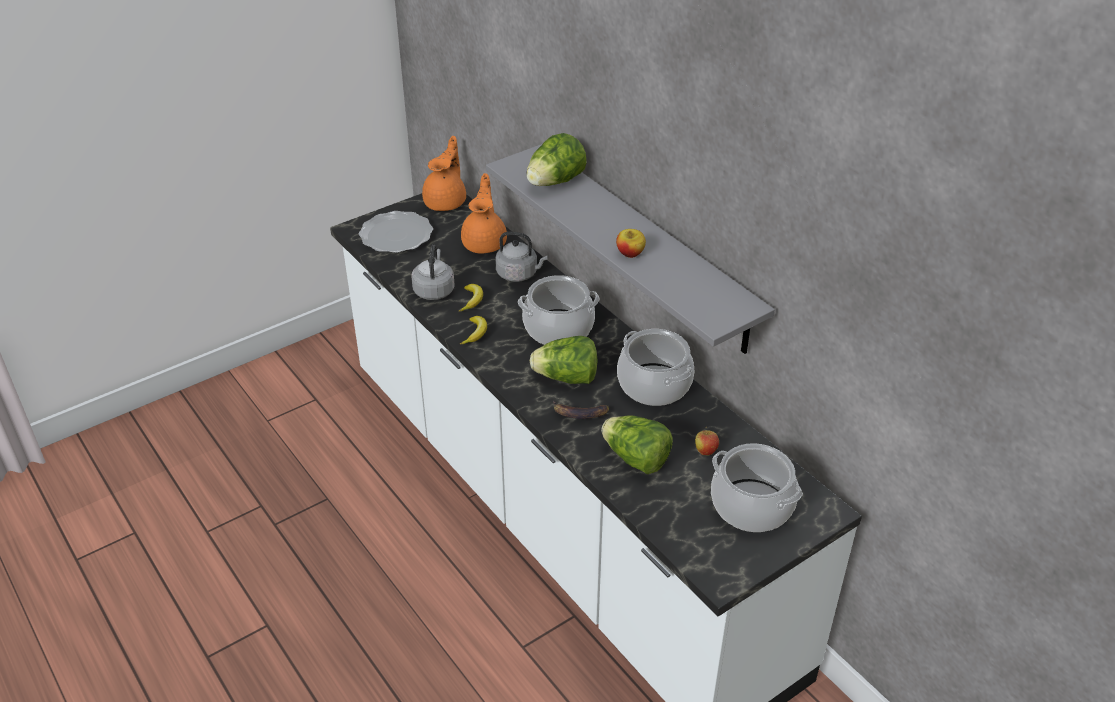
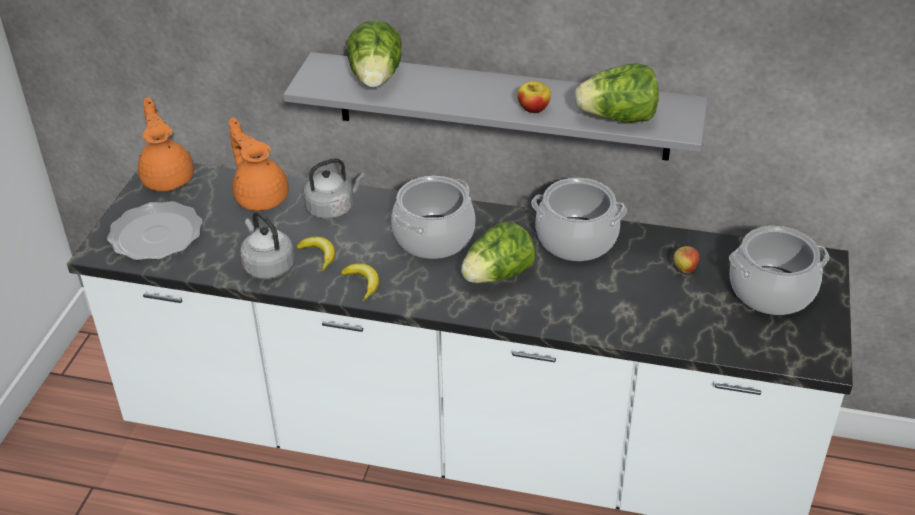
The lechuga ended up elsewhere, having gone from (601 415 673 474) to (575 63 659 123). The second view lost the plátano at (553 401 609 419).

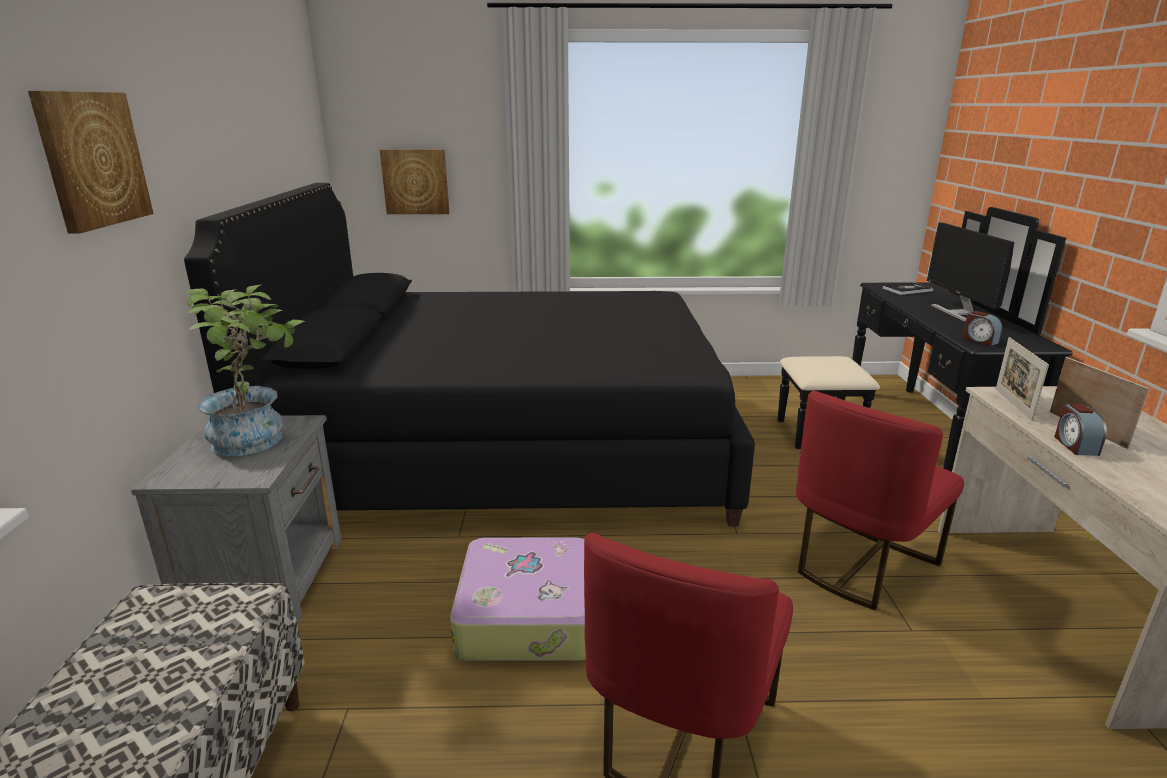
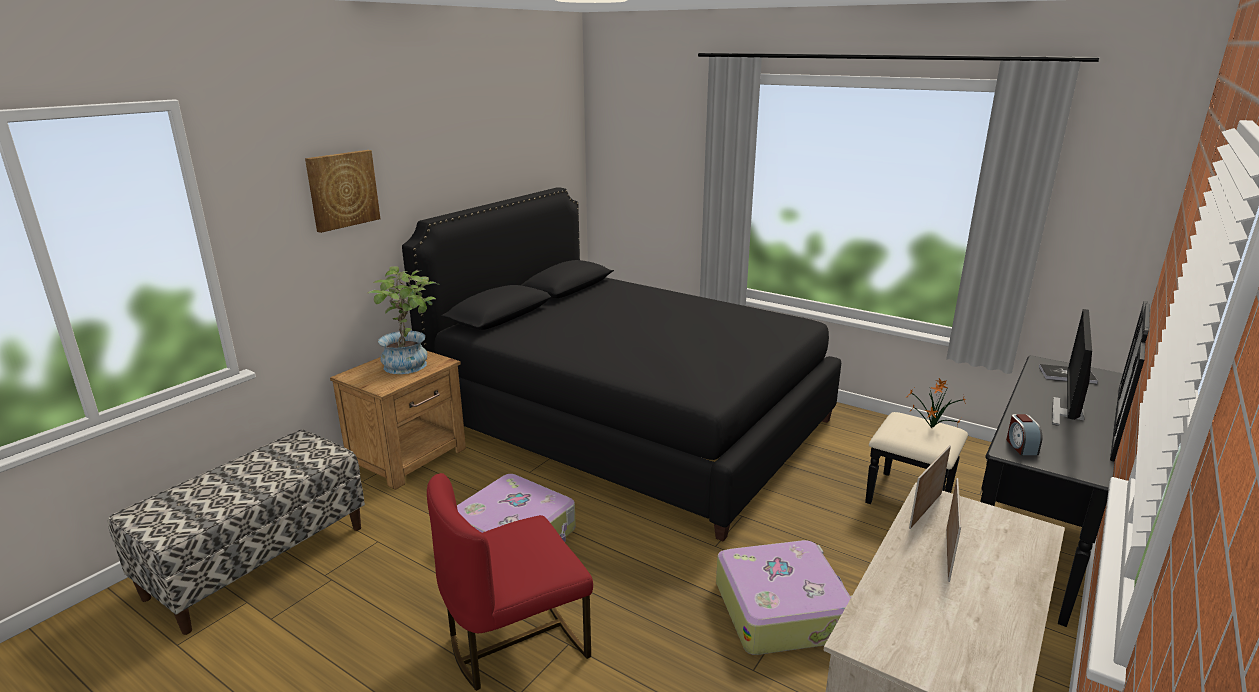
What was the mesita de noche (gris) at (131 415 341 625) turned into the mesita de noche (marrón) at (330 350 466 490). Where the silla (rojo) stood at (796 391 964 610), the maleta came to stand at (716 540 852 655). The second view gained the planta en maceta at (906 378 967 428). The second view lost the cuadro at (380 149 449 214). The second view lost the despertador at (1055 404 1107 456).

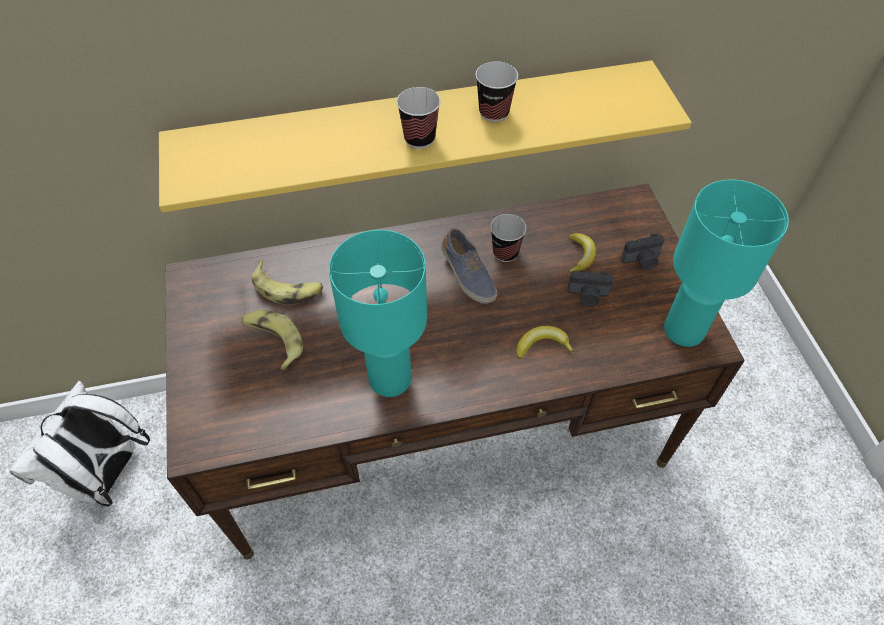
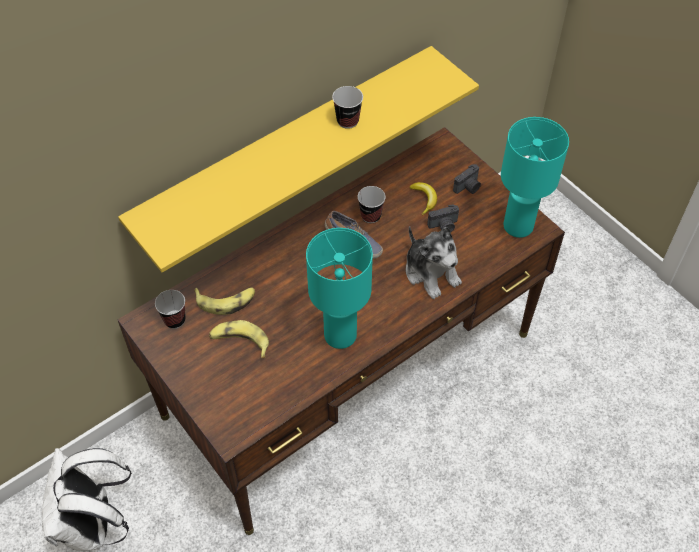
The taza ended up elsewhere, having gone from (397 87 441 149) to (155 290 186 329). Where the plátano stood at (516 326 574 359), the peluche came to stand at (406 226 462 299).

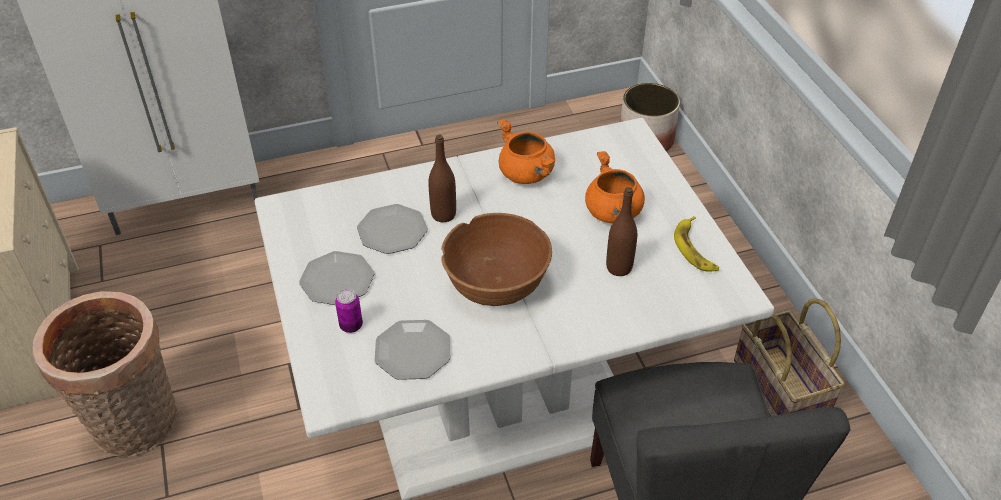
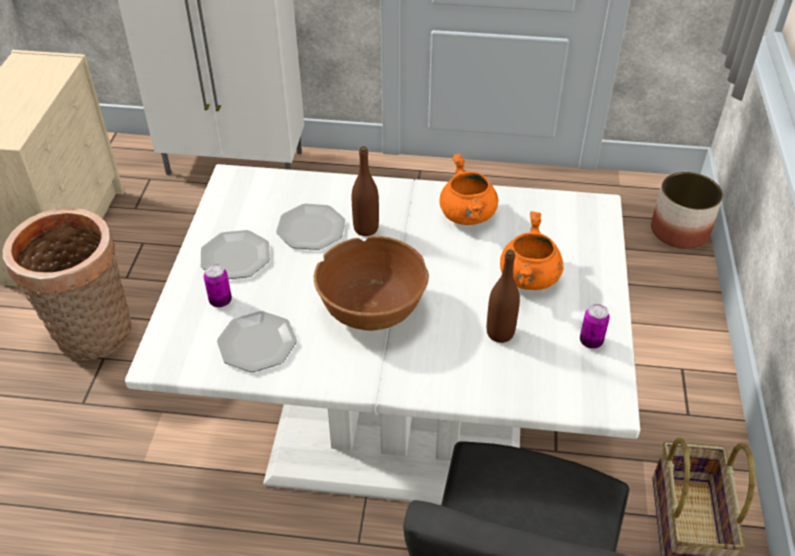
Where the plátano stood at (674 216 719 271), the lata came to stand at (580 304 610 349).

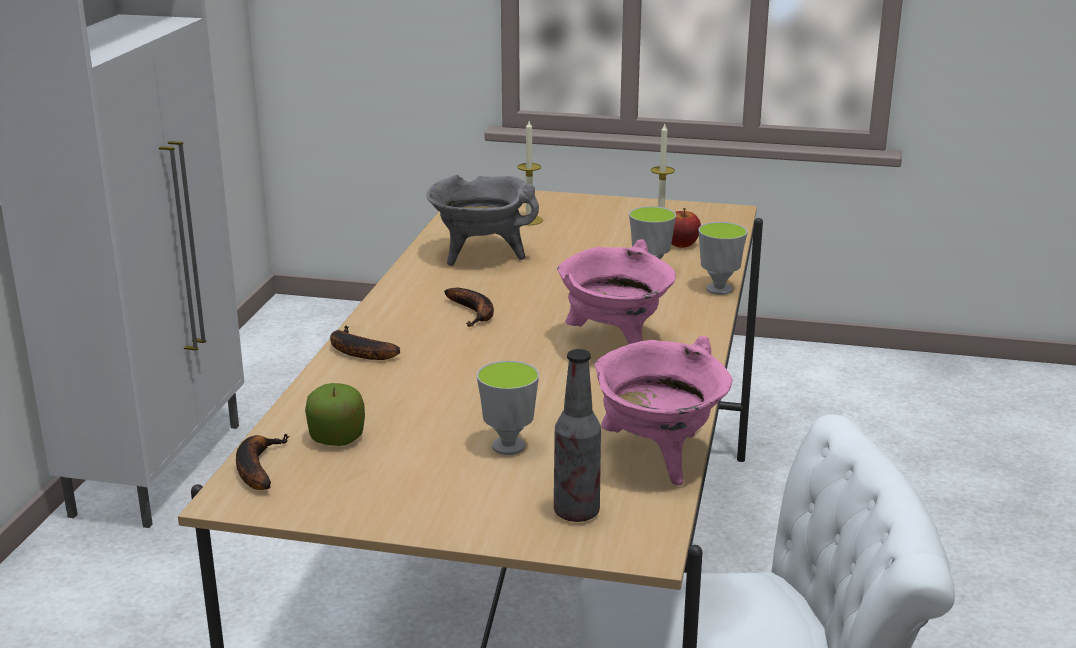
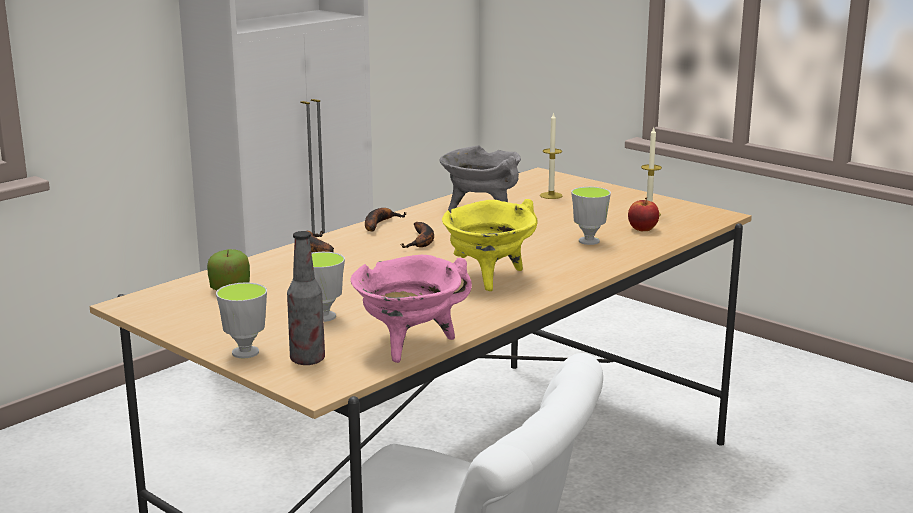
The taza ended up elsewhere, having gone from (699 222 747 295) to (216 282 267 358). The plátano ended up elsewhere, having gone from (236 434 289 490) to (365 208 406 231). What was the olla (rosa) at (557 239 676 344) turned into the olla (amarillo) at (442 199 538 291).

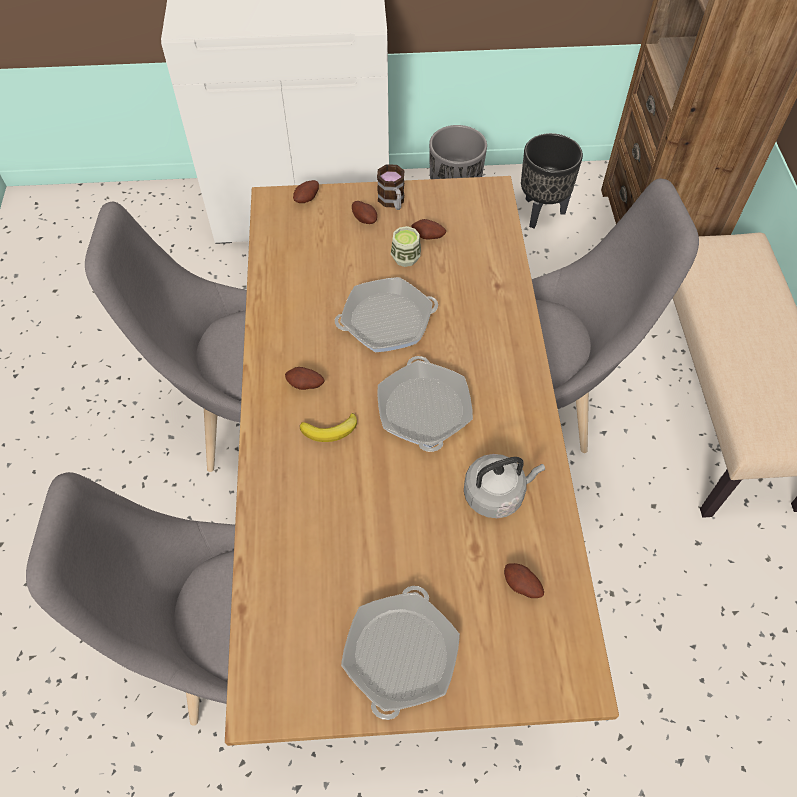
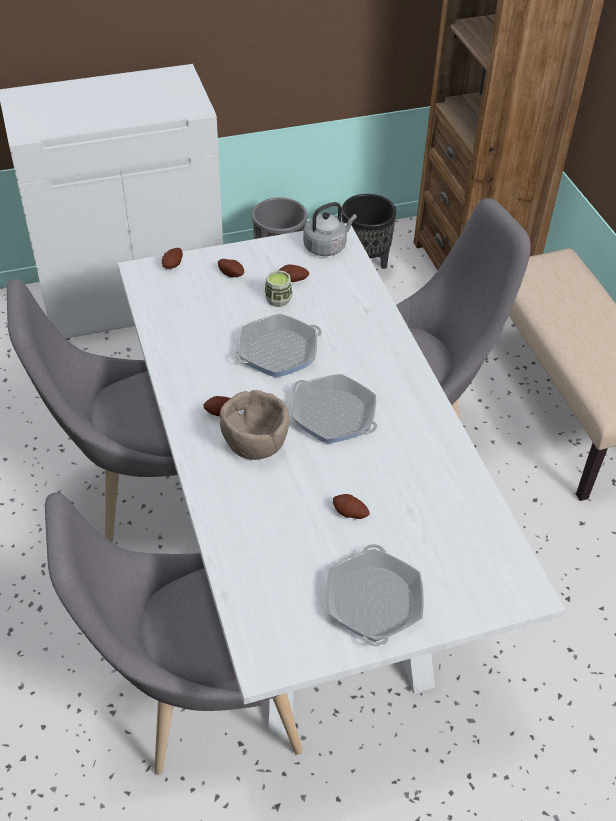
What was the mesa de comedor (marrón) at (225 176 619 746) turned into the mesa de comedor (blanco) at (118 223 565 735). Where the plátano stood at (300 413 357 442), the cuenco (marrón) came to stand at (220 390 289 460). The sartén at (377 356 473 452) ended up facing another way, 150 degrees clockwise from before. The hervidor (gris) ended up elsewhere, having gone from (464 454 545 518) to (303 202 357 256). The patata ended up elsewhere, having gone from (504 563 544 598) to (333 494 370 519). The second view lost the taza grande at (377 164 405 210).

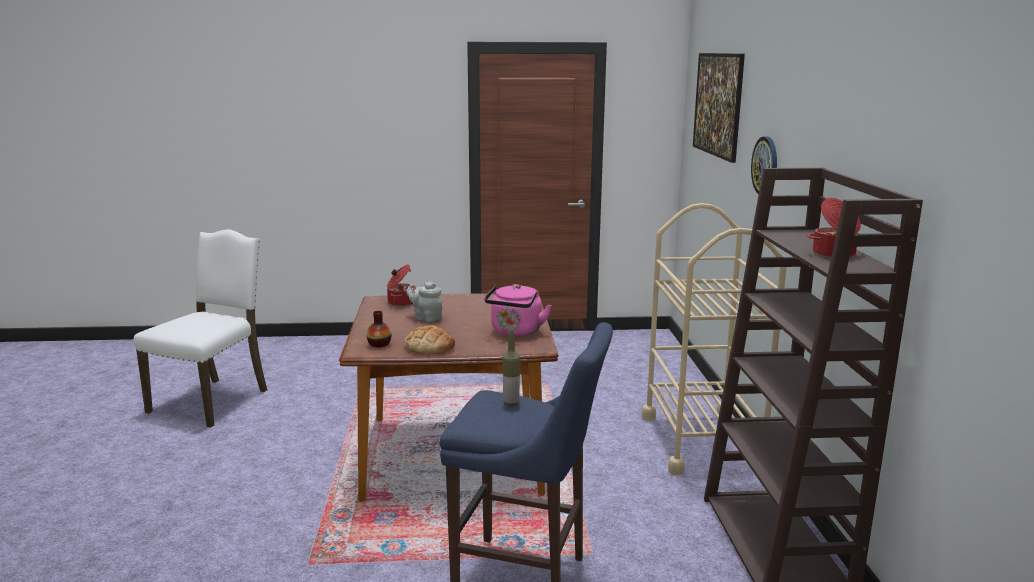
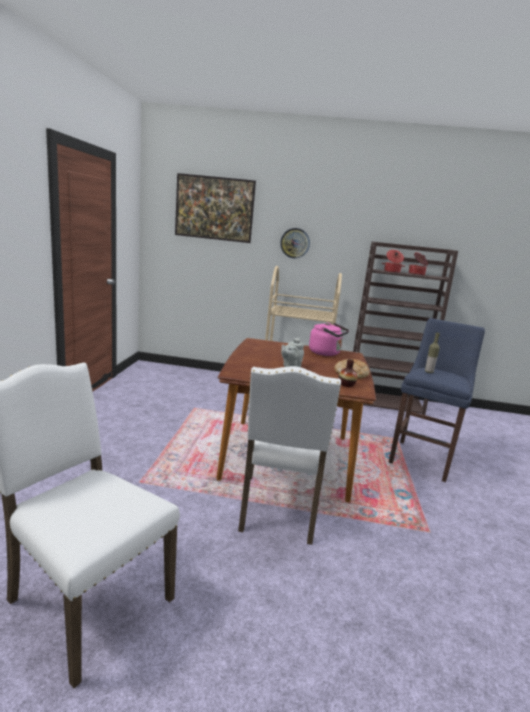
The second view gained the silla (blanco) at (238 366 341 545). The olla ended up elsewhere, having gone from (387 264 416 306) to (382 250 405 273).

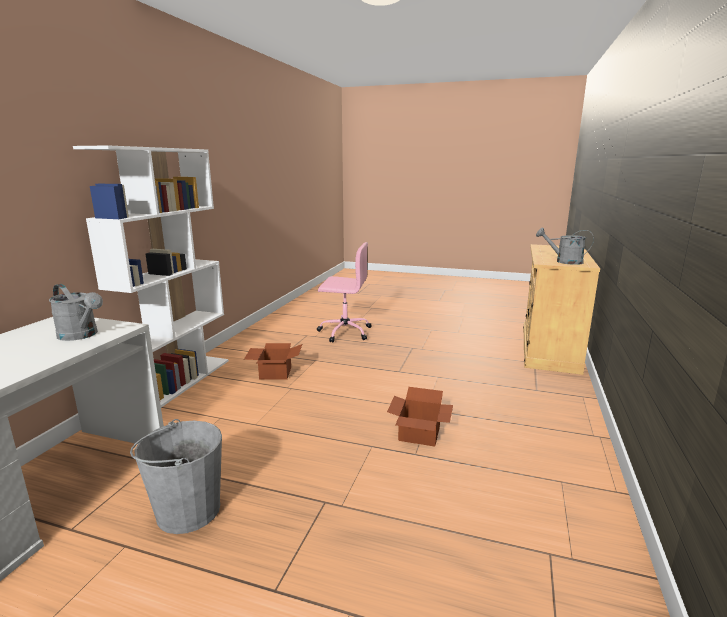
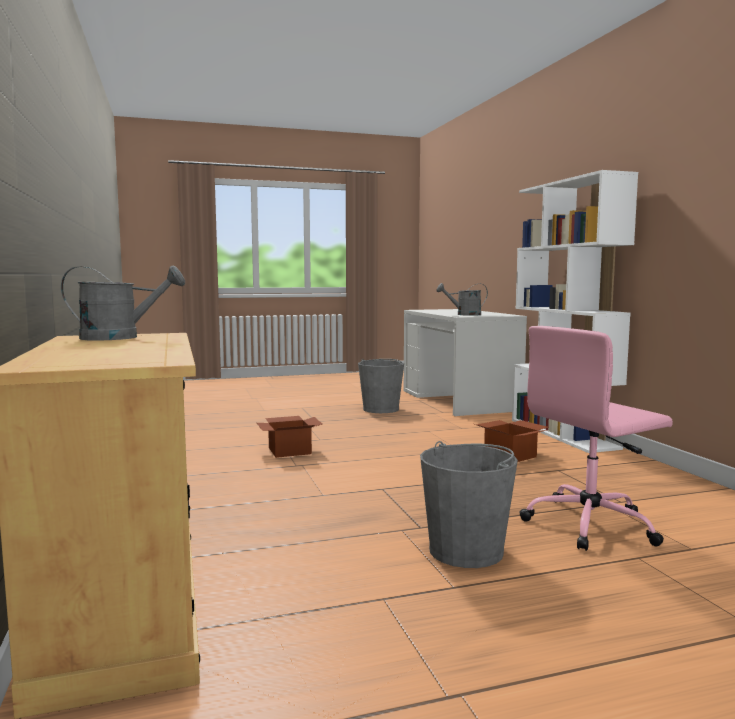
The second view gained the cubo (gris) at (420 441 518 568).

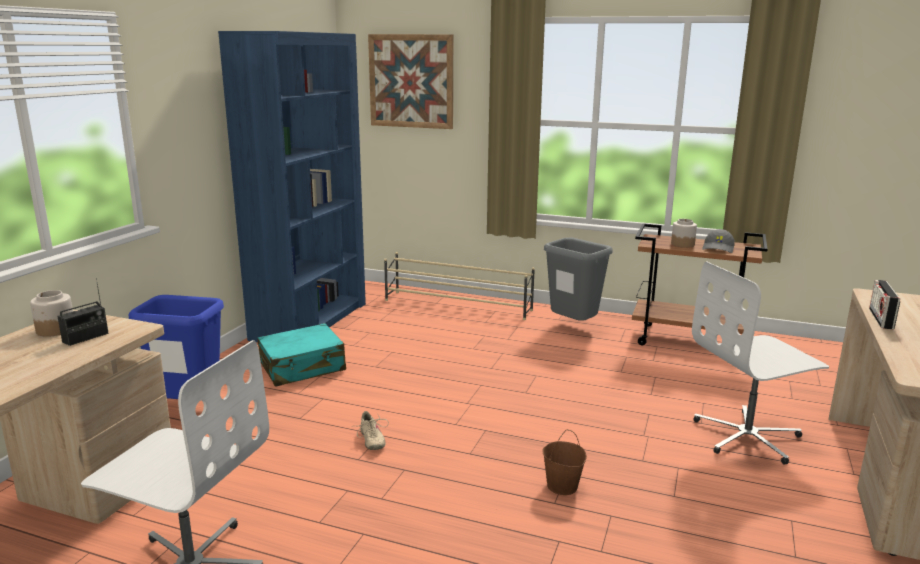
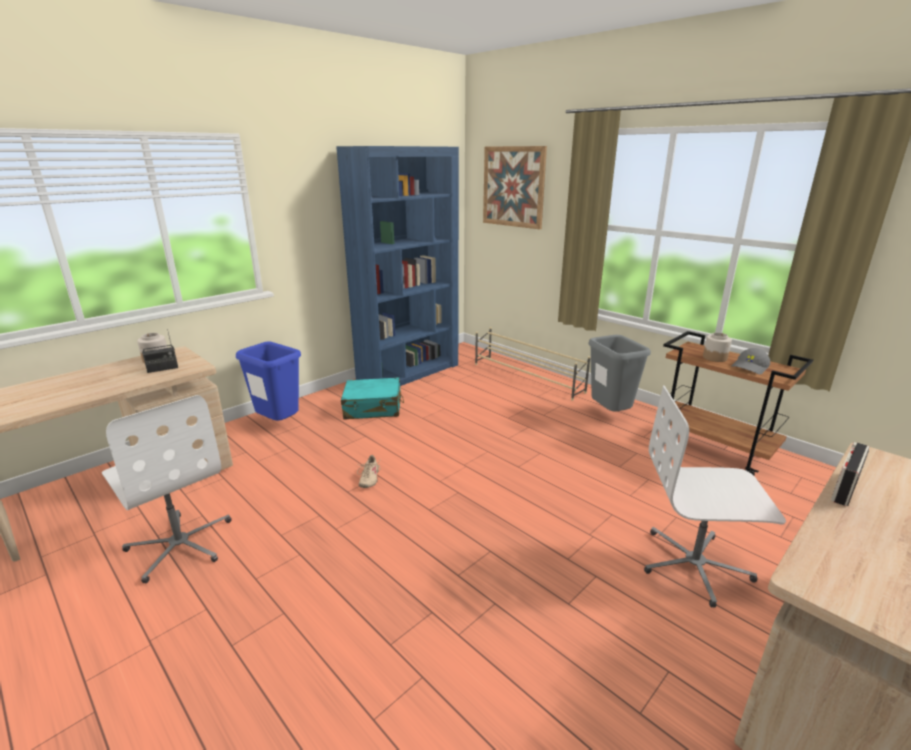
The second view lost the cubo (marrón) at (543 429 587 495).

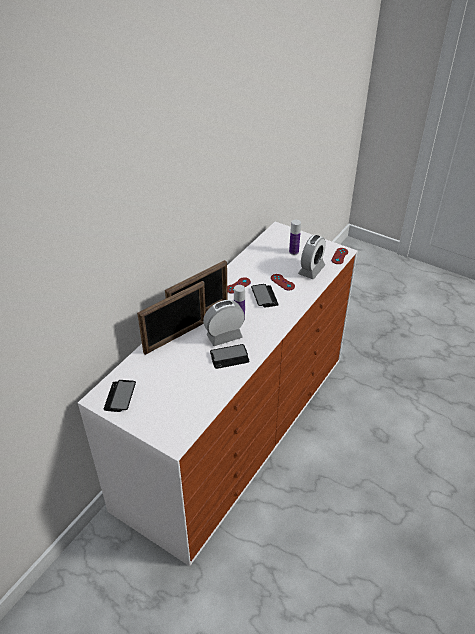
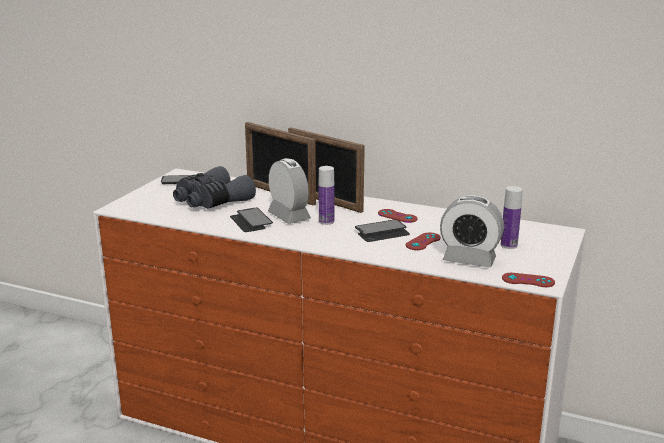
The second view gained the prismáticos (gris) at (173 166 256 209).

